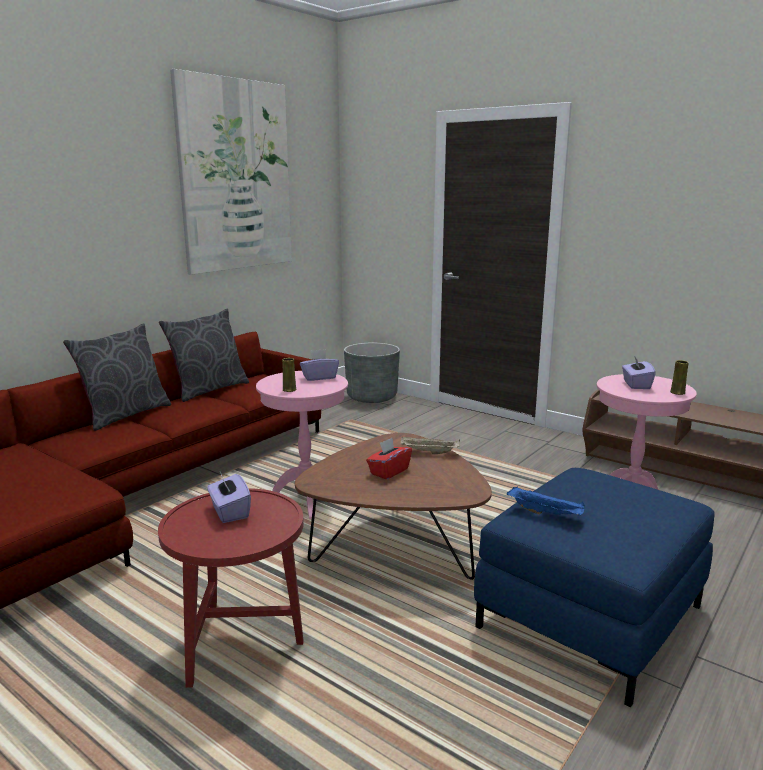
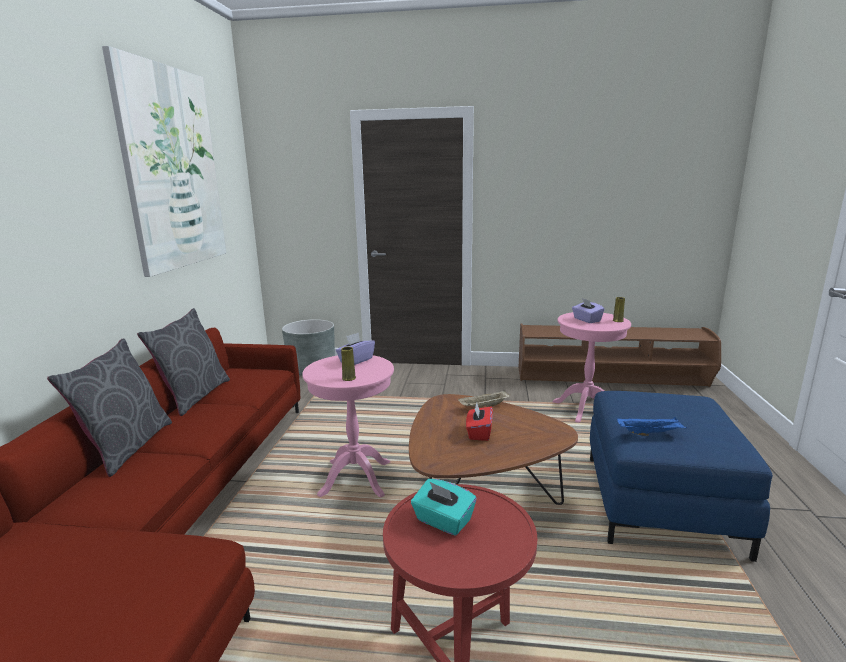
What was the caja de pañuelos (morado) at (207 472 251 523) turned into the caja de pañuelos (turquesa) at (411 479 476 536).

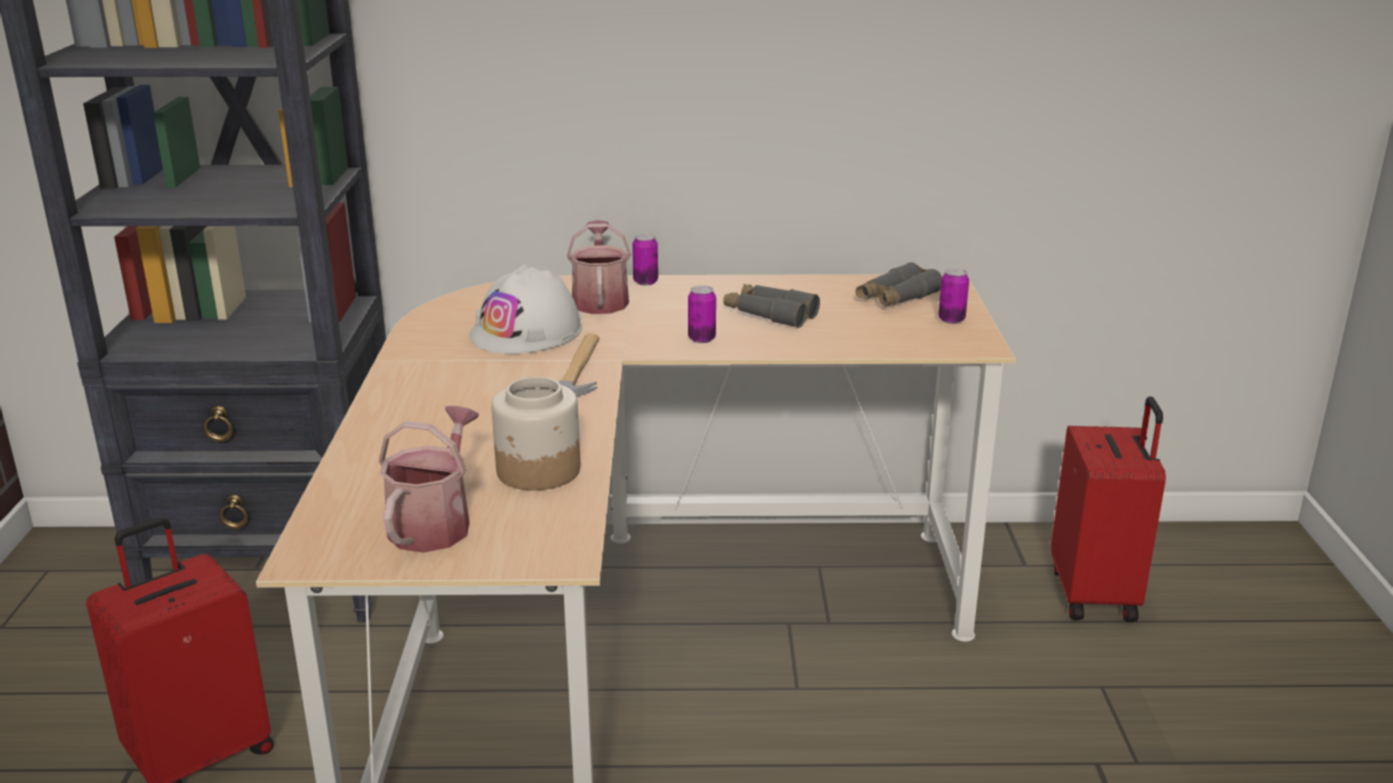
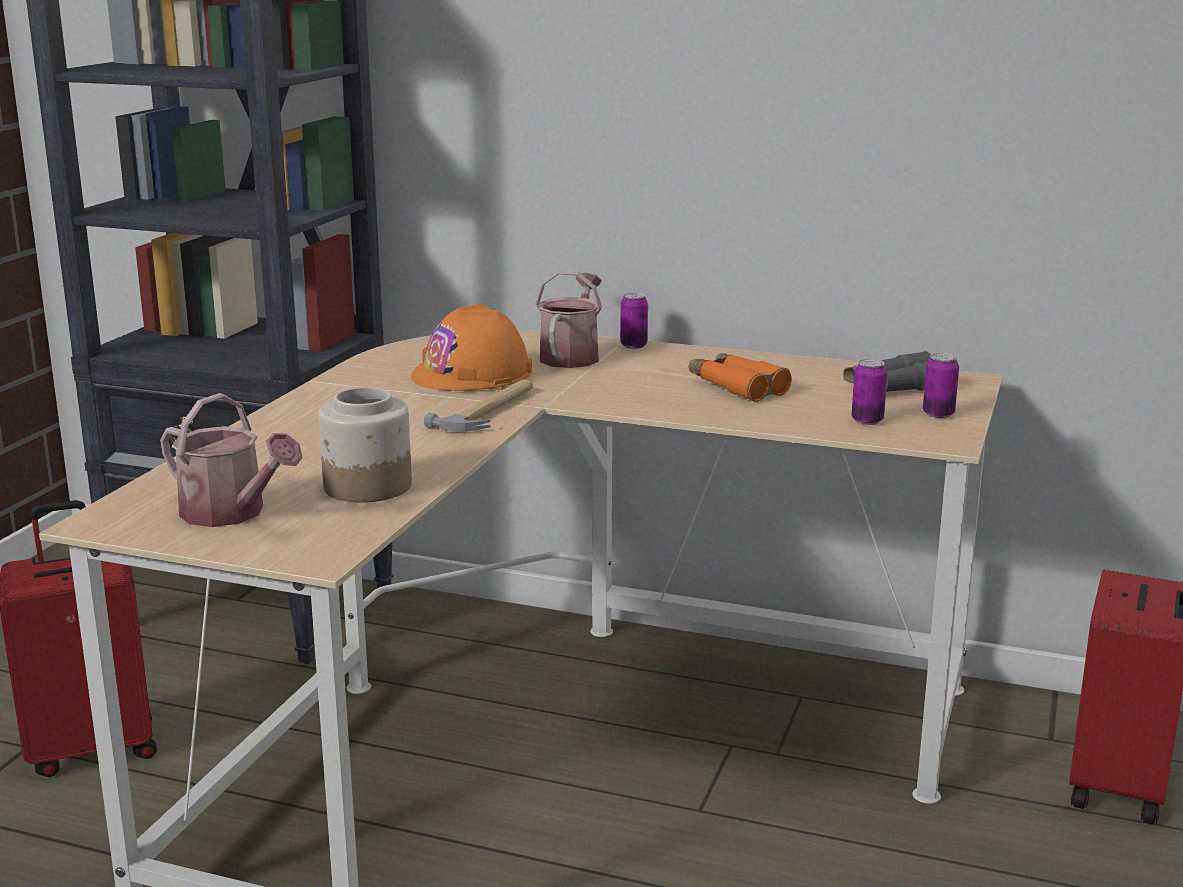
The regadera at (379 406 479 553) ended up facing another way, 90 degrees clockwise from before. What was the casco (blanco) at (469 264 582 354) turned into the casco (naranja) at (411 303 532 391). What was the prismáticos (gris) at (723 284 820 328) turned into the prismáticos (naranja) at (689 353 792 402). The lata ended up elsewhere, having gone from (688 285 716 343) to (852 359 887 425).

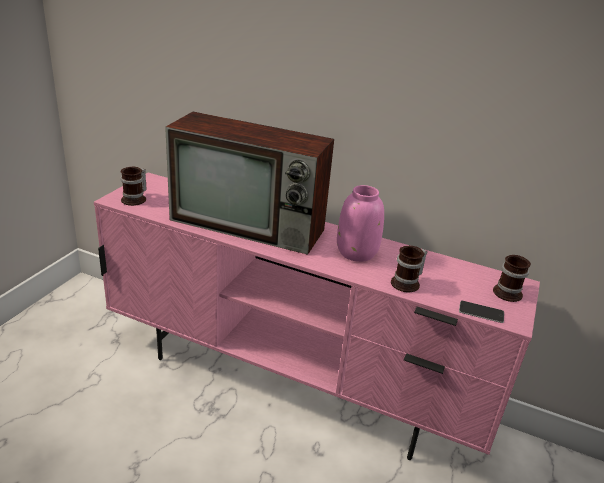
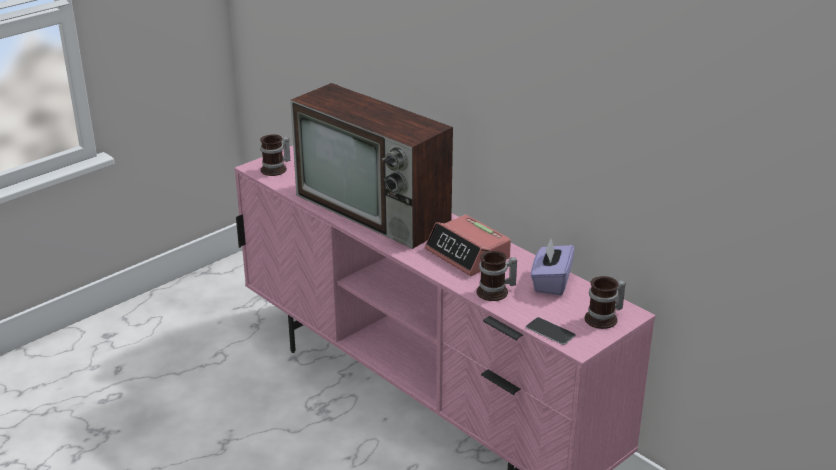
Where the florero (rosa) stood at (337 185 384 262), the despertador came to stand at (425 214 511 276). The second view gained the caja de pañuelos (morado) at (531 239 575 296).

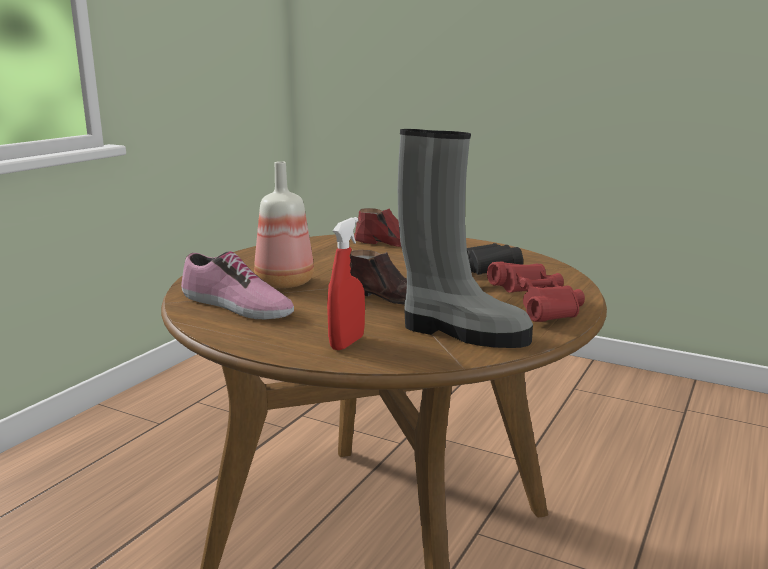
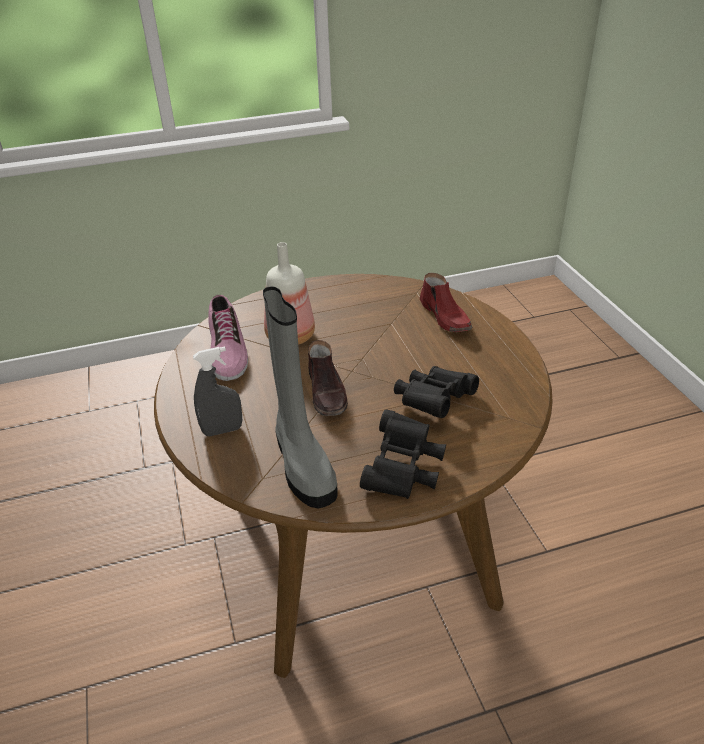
What was the pulverizador (rojo) at (327 217 365 350) turned into the pulverizador (gris) at (193 346 242 436). What was the prismáticos (rojo) at (487 261 585 322) turned into the prismáticos (negro) at (360 409 446 499).

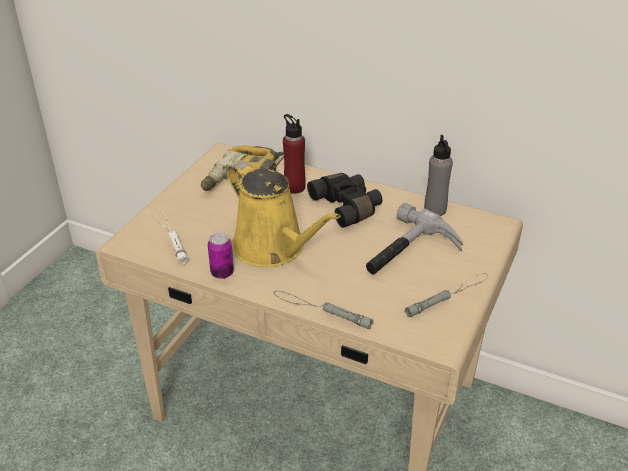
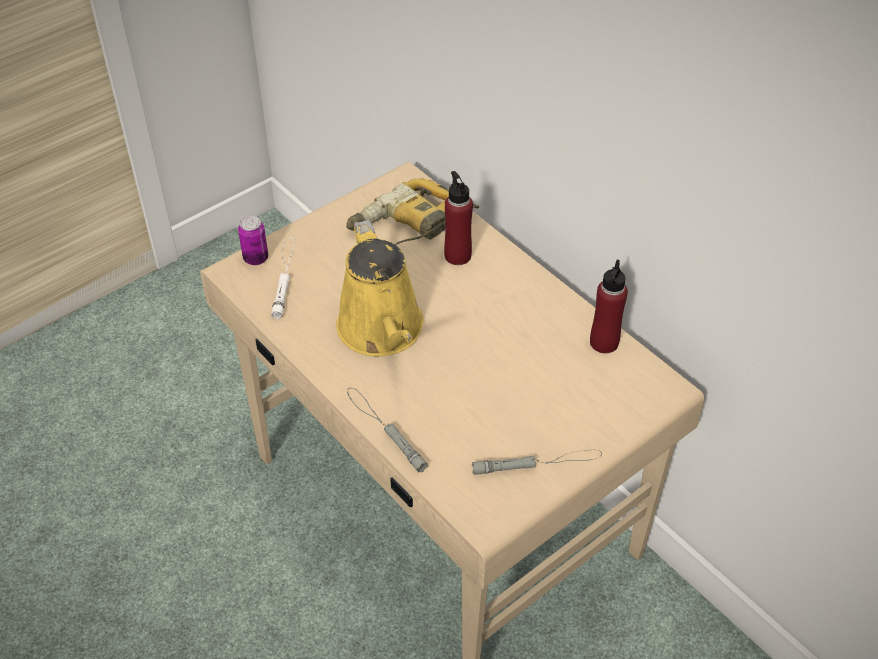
The lata ended up elsewhere, having gone from (208 233 234 279) to (238 216 268 265). What was the botella (gris) at (424 135 453 216) turned into the botella (rojo) at (590 260 628 353). The second view lost the prismáticos (negro) at (307 173 383 228). The second view lost the martillo at (366 203 463 274).

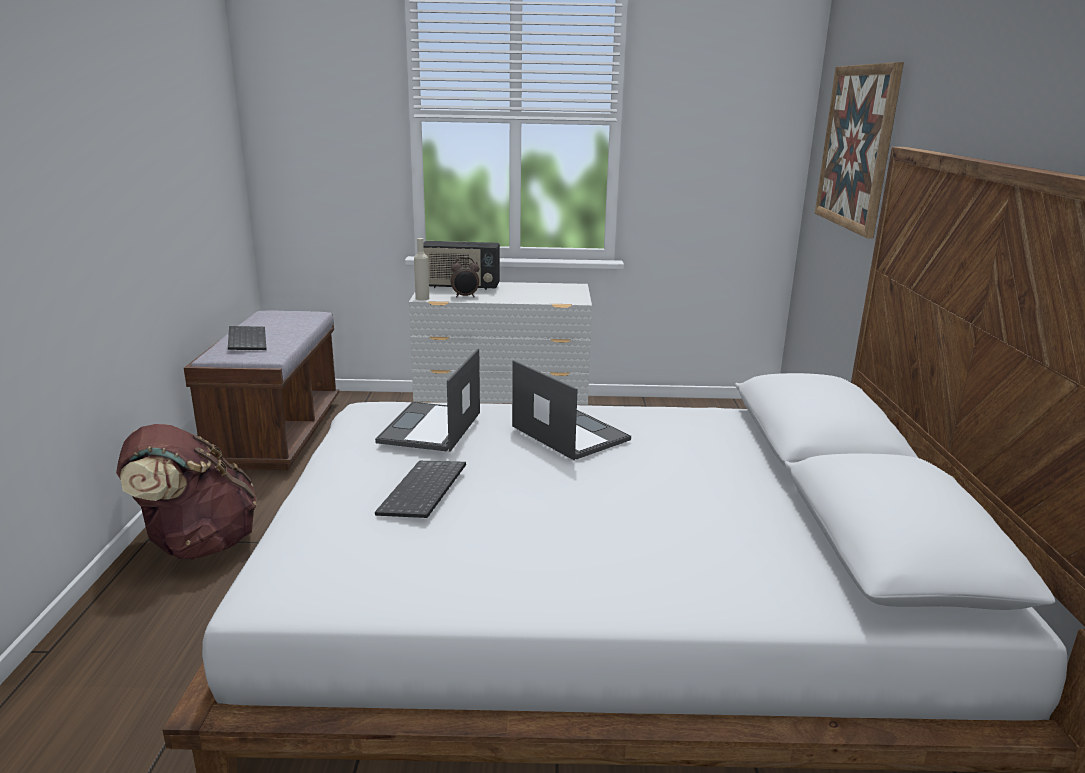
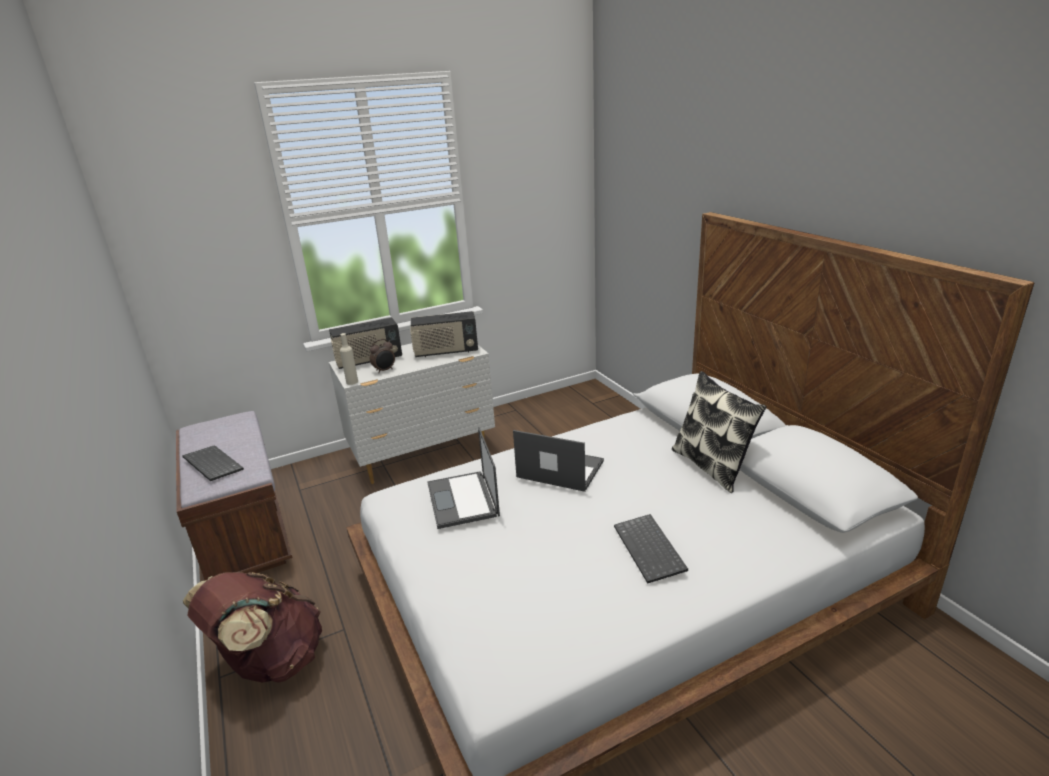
The second view gained the radio at (410 311 478 357). The teclado ended up elsewhere, having gone from (375 461 466 518) to (614 514 688 584). The second view gained the cojín at (672 371 767 493). The second view lost the cuadro at (815 62 904 238).

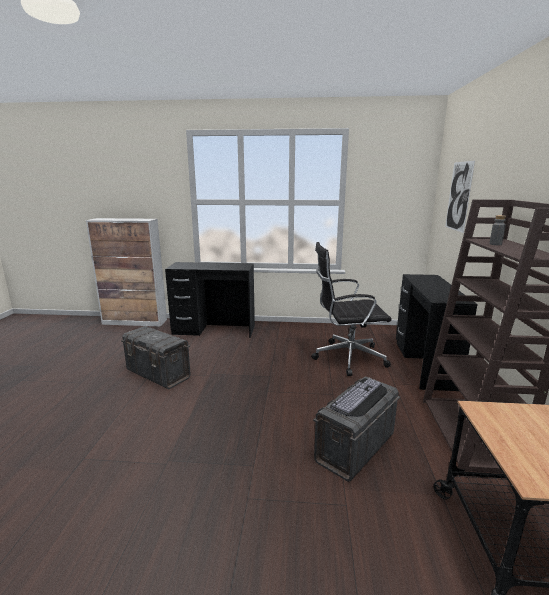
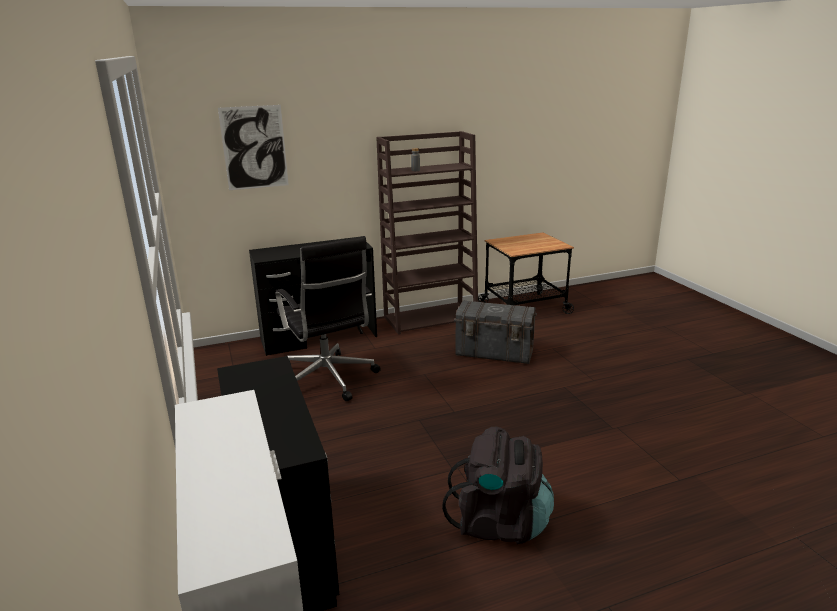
Where the caja de almacenaje (gris) stood at (121 326 191 390), the mochila (negro) came to stand at (442 427 554 544). The second view lost the teclado at (330 378 387 417).

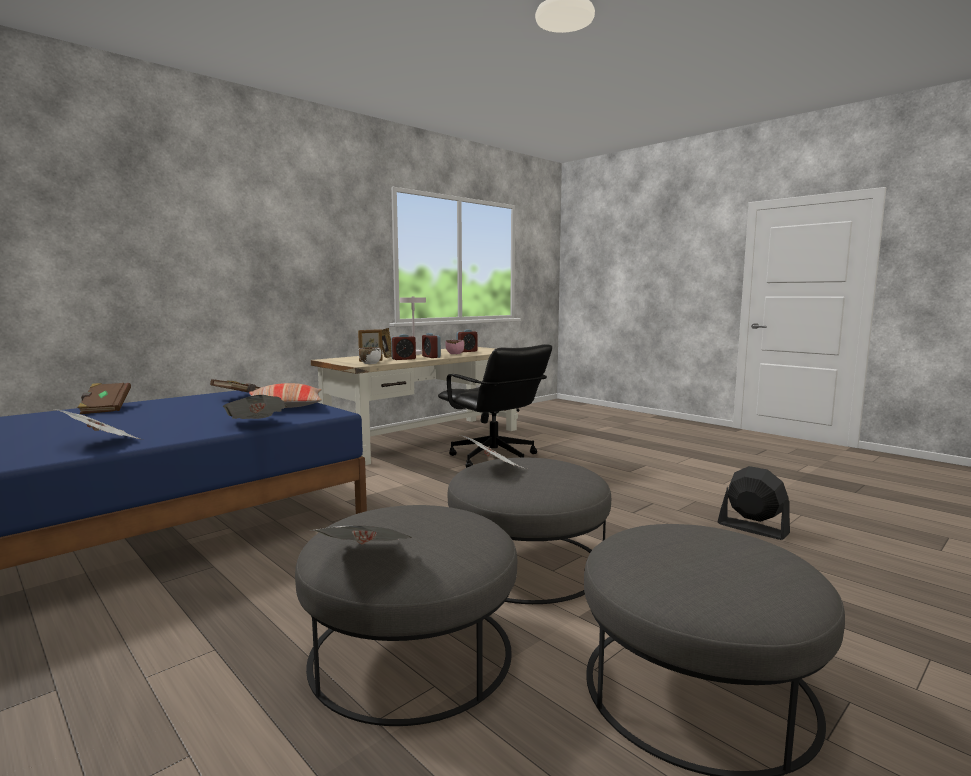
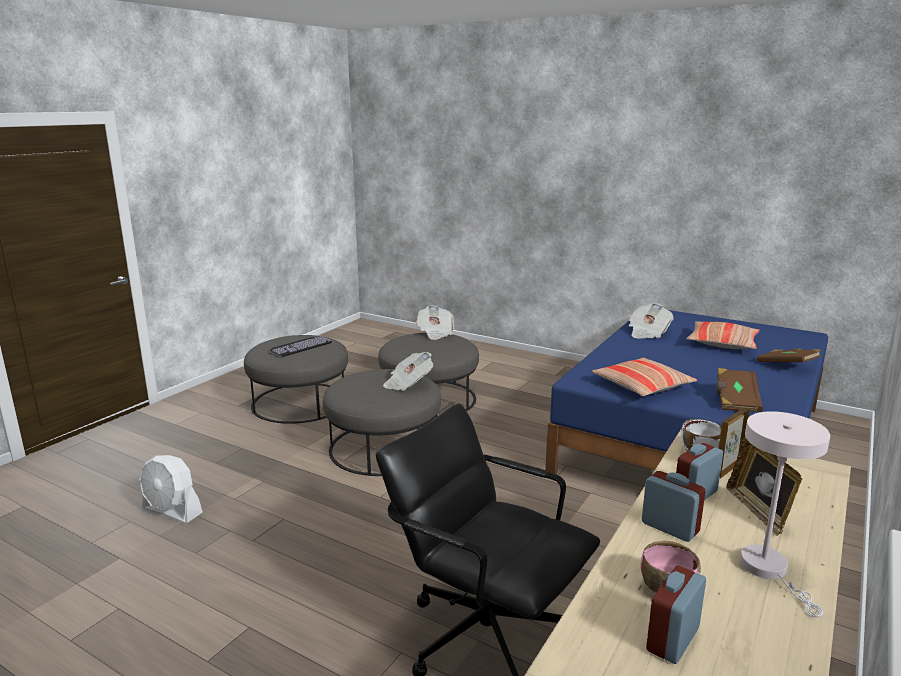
What was the ventilador (negro) at (718 466 790 540) turned into the ventilador (blanco) at (139 455 203 524). The second view gained the teclado at (269 336 332 357). The second view gained the cojín at (686 321 760 349). The second view lost the periódico at (223 395 287 419).

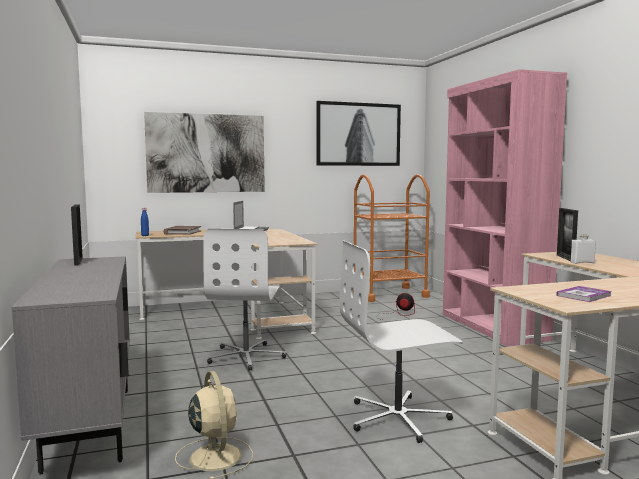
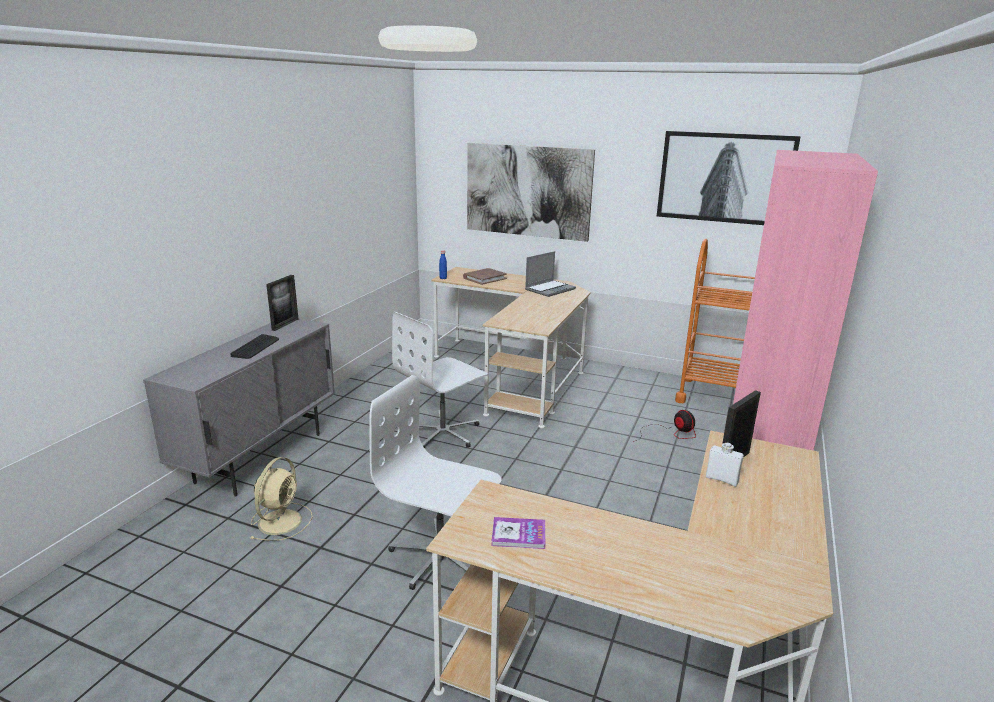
The second view gained the teclado at (230 334 279 359).

